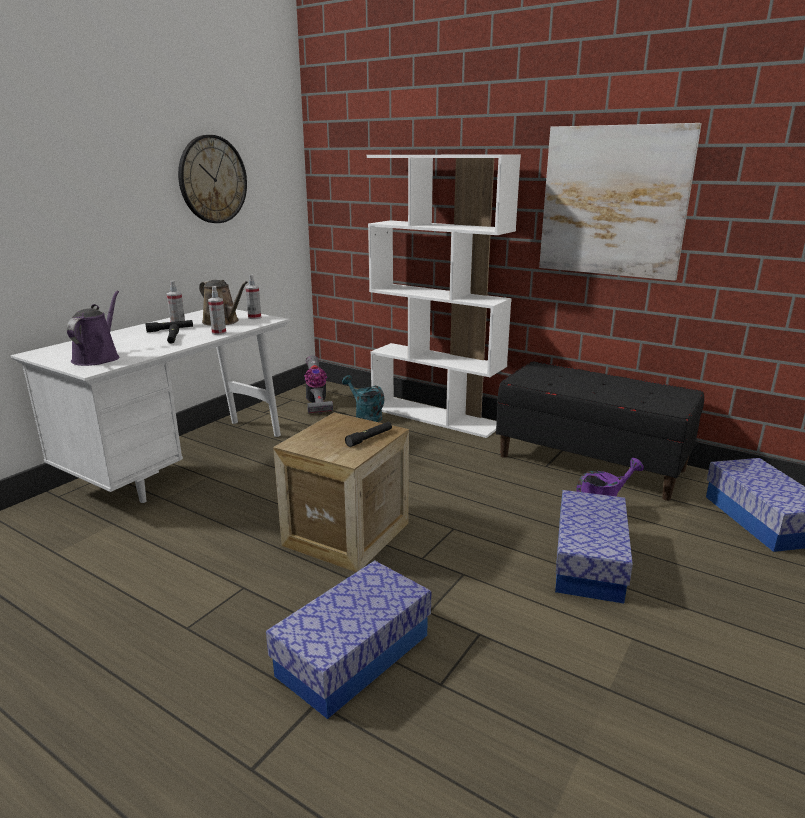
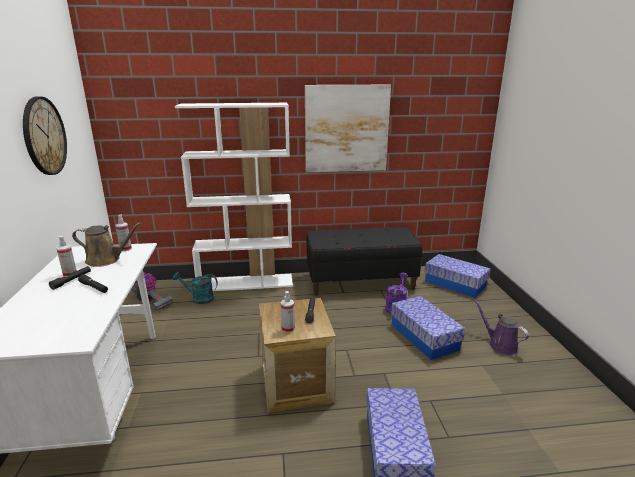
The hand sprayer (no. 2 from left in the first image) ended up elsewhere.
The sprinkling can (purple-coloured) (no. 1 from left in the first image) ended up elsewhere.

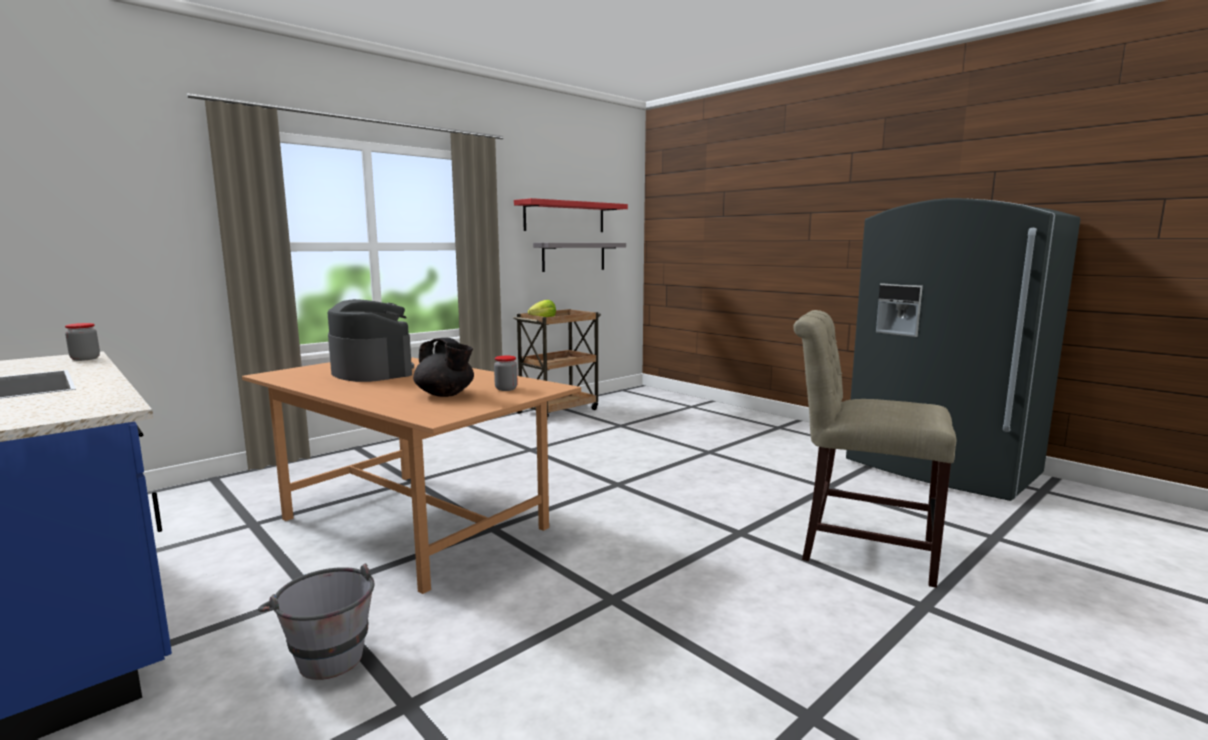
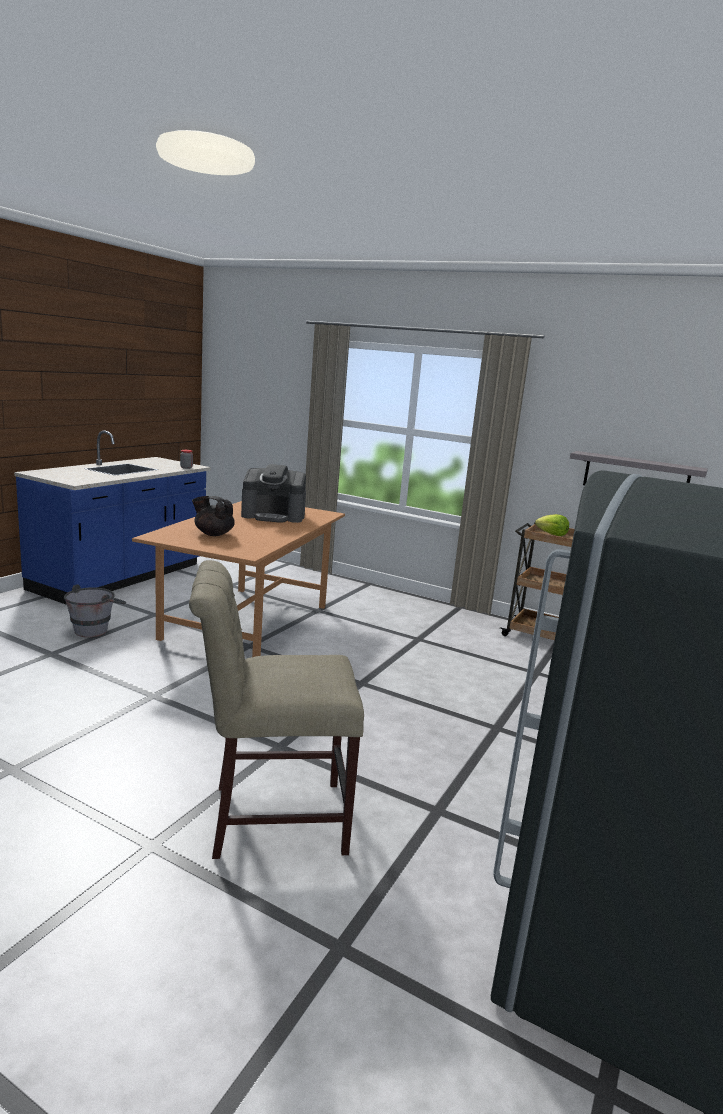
The second view lost the bracket shelf (red).
The coffee machine ended up facing another way, 60 degrees clockwise from before.
The chair (beige) ended up facing another way, 105 degrees counterclockwise from before.
The pot for tea (black) ended up facing another way, 90 degrees clockwise from before.
The second view lost the jar (no. 2 from left).

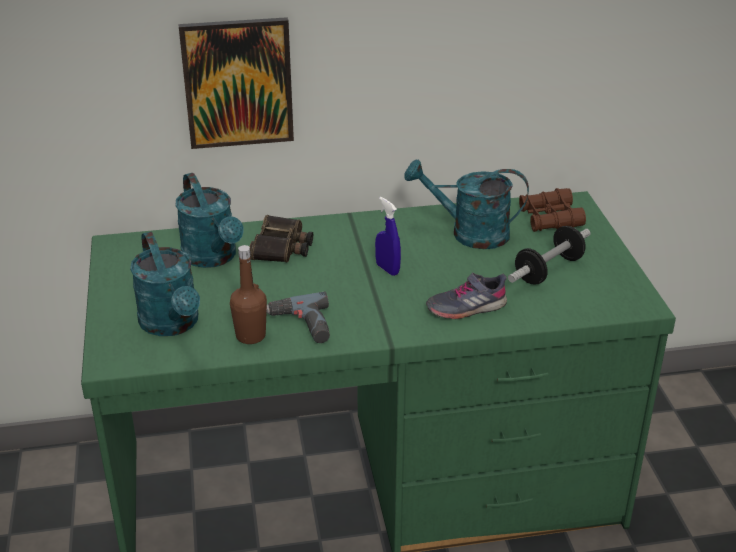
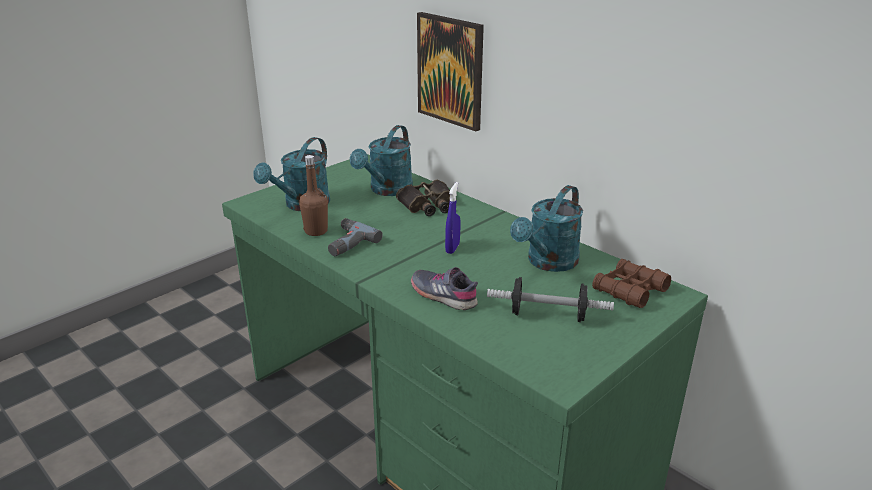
The sprinkling can (turquoise-coloured) (no. 3 from left) ended up facing another way, 120 degrees counterclockwise from before.

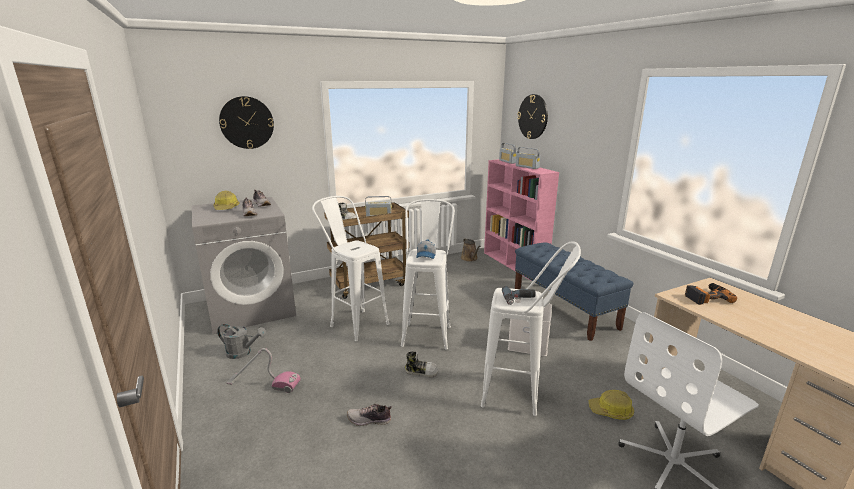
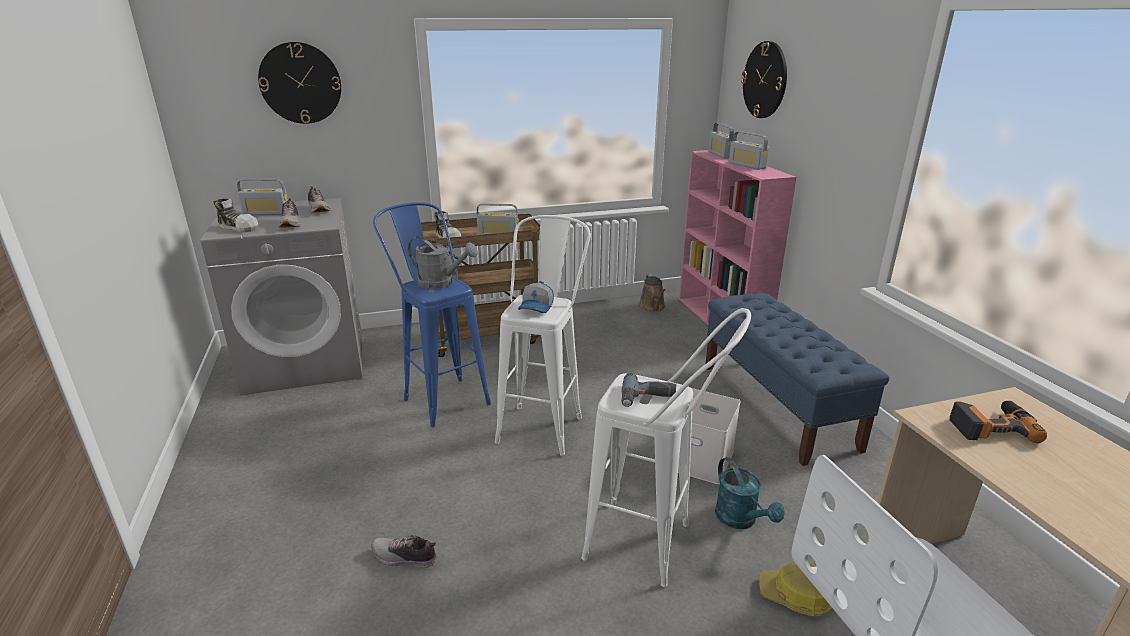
Where the work helmet (no. 1 from left) stood, the radio (no. 1 from left) came to stand.
What was the sitting stool (whitish) (no. 1 from left) turned into the sitting stool (blue).
The sprinkling can (gray) ended up elsewhere.
The second view lost the vacuum.
The item of footwear (no. 5 from left in the first image) ended up elsewhere.
The second view gained the sprinkling can (turquoise-coloured).

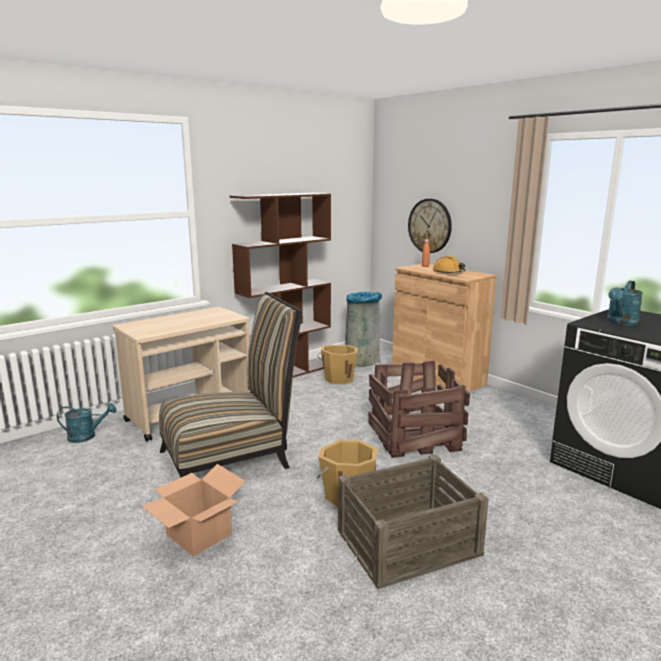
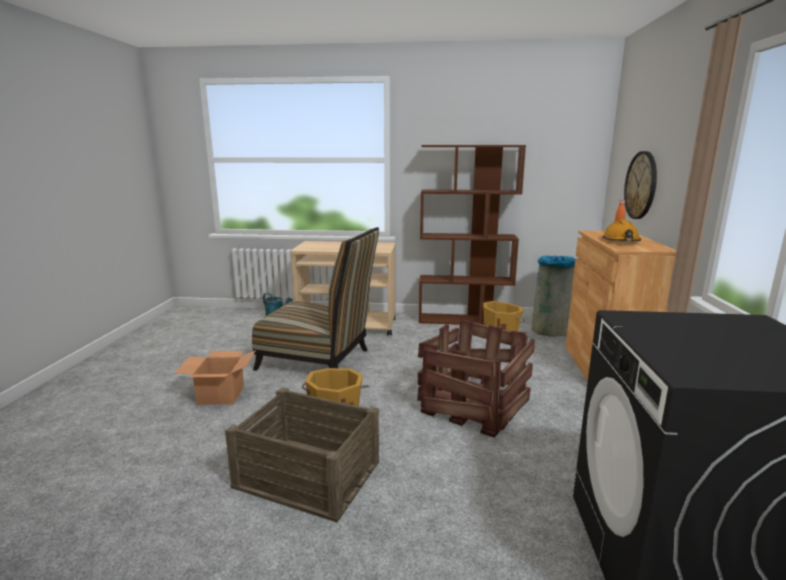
The second view lost the sprinkling can (turquoise-coloured) (no. 2 from left).

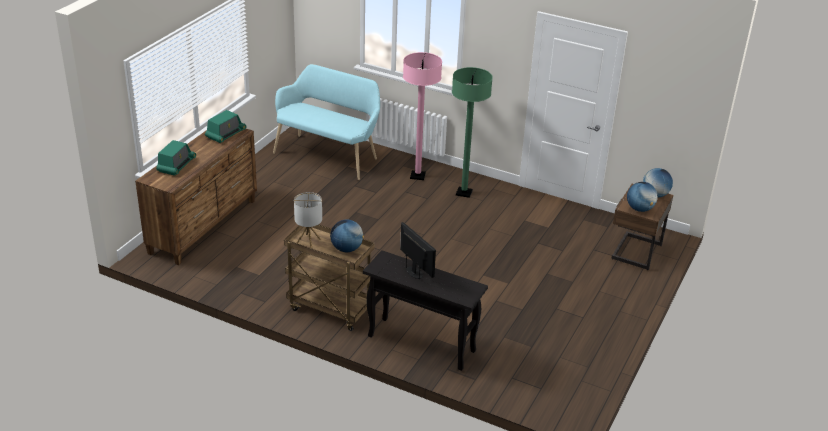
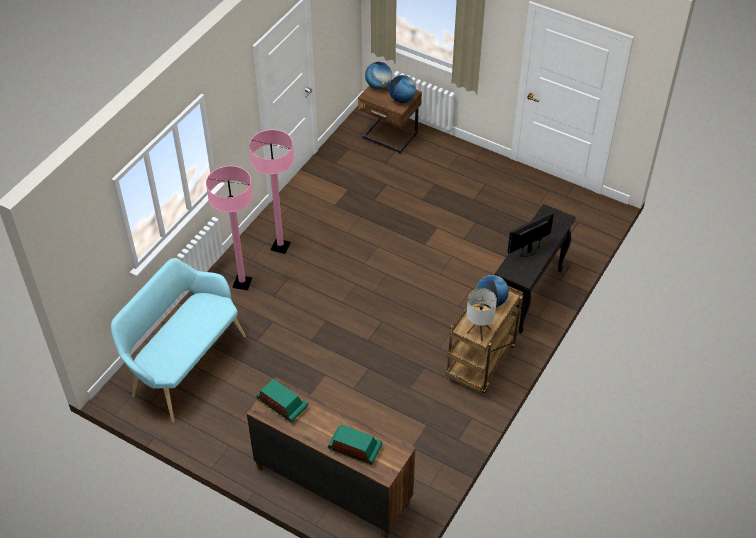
What was the standard lamp (green) turned into the standard lamp (pink) (no. 2 from left).

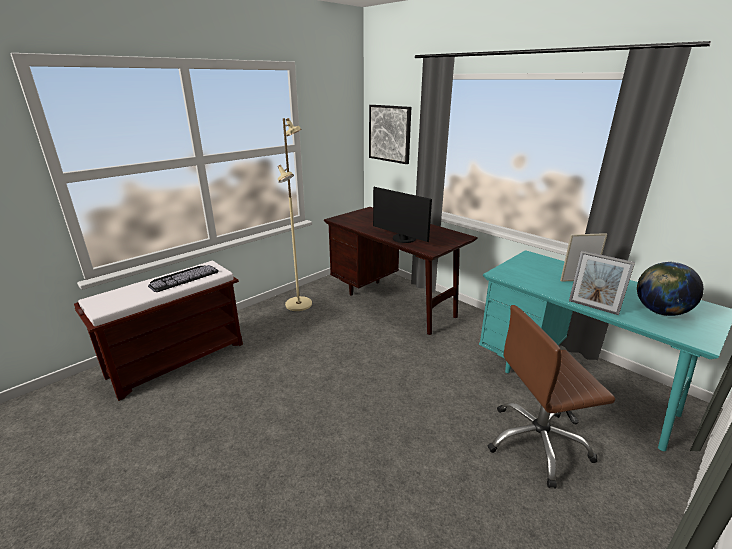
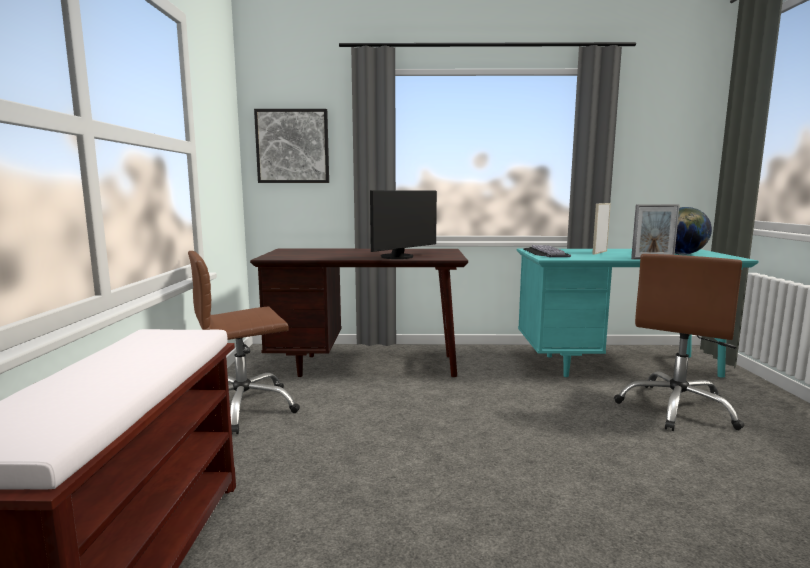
Where the standard lamp (beige) stood, the computer chair (brownish) (no. 1 from left) came to stand.
The monitor ended up facing another way, 45 degrees counterclockwise from before.
The computer keyboard ended up elsewhere.

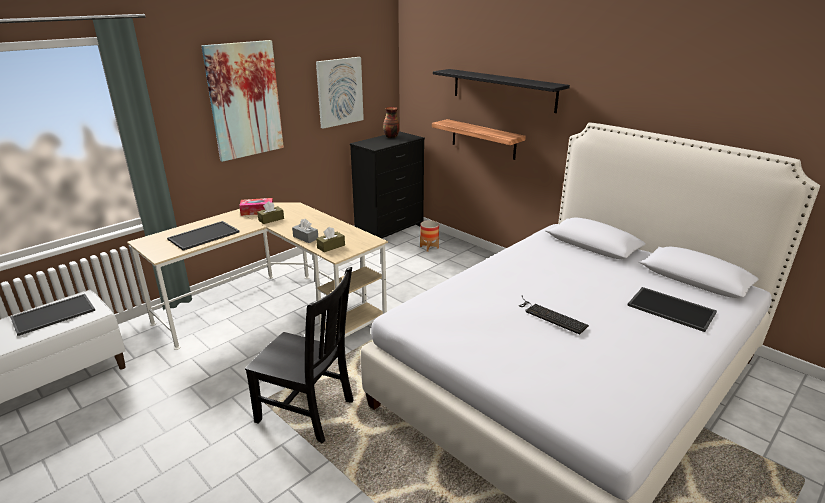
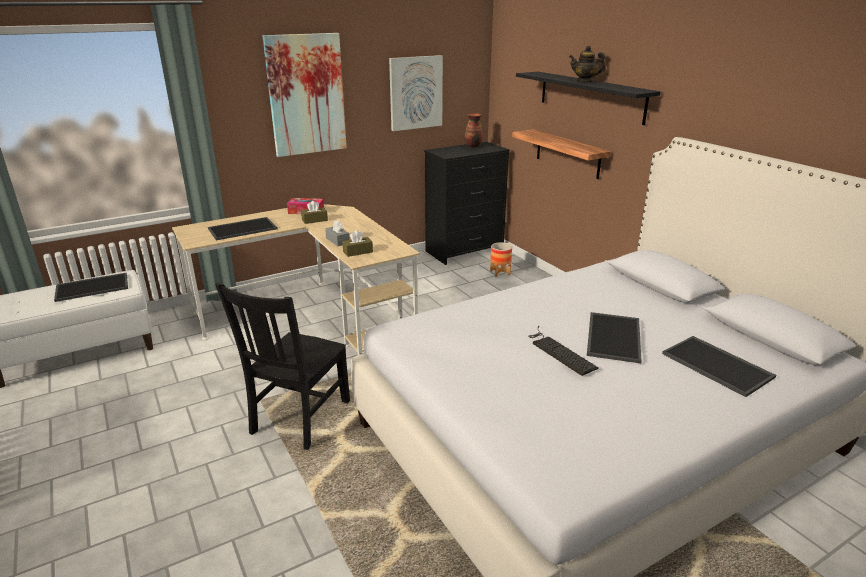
The chair (black) ended up facing another way, 75 degrees clockwise from before.
The second view gained the pot for tea.
The second view gained the tray (no. 3 from left).

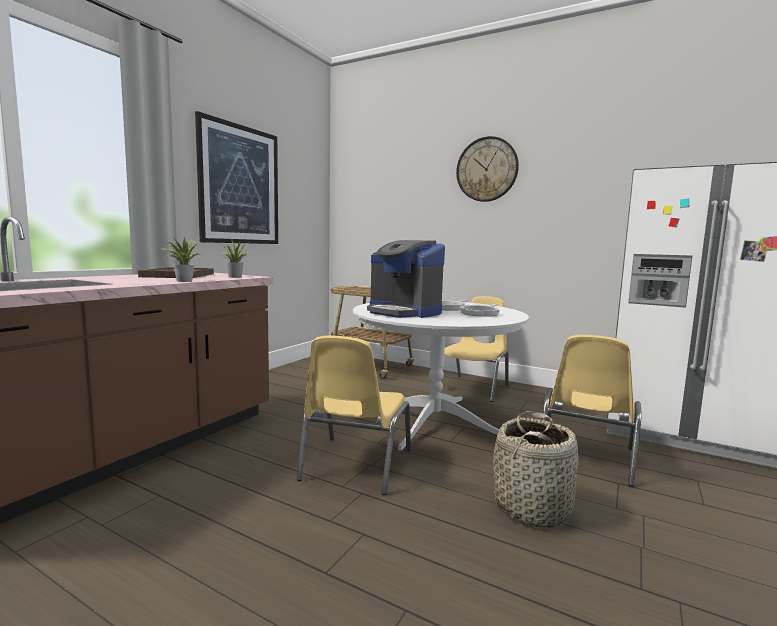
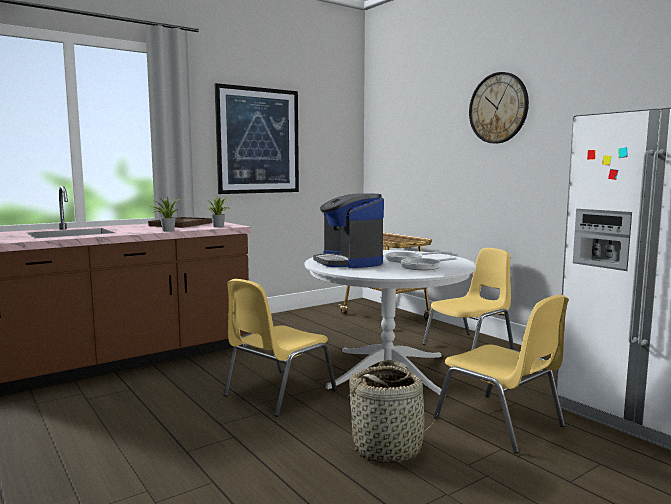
The chair (yellow-coloured) (no. 3 from left) ended up facing another way, 90 degrees counterclockwise from before.

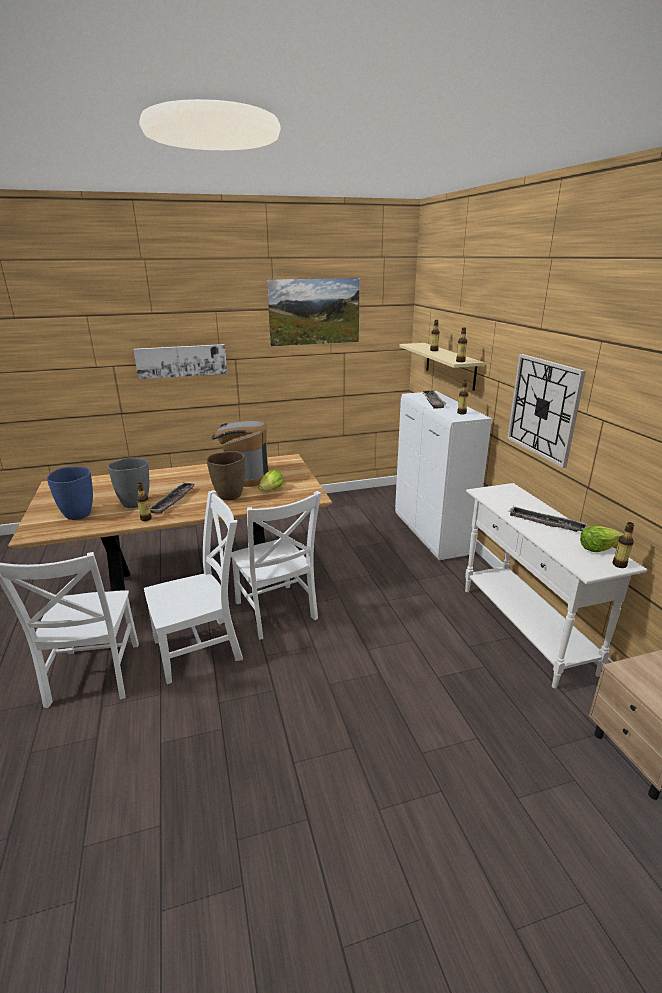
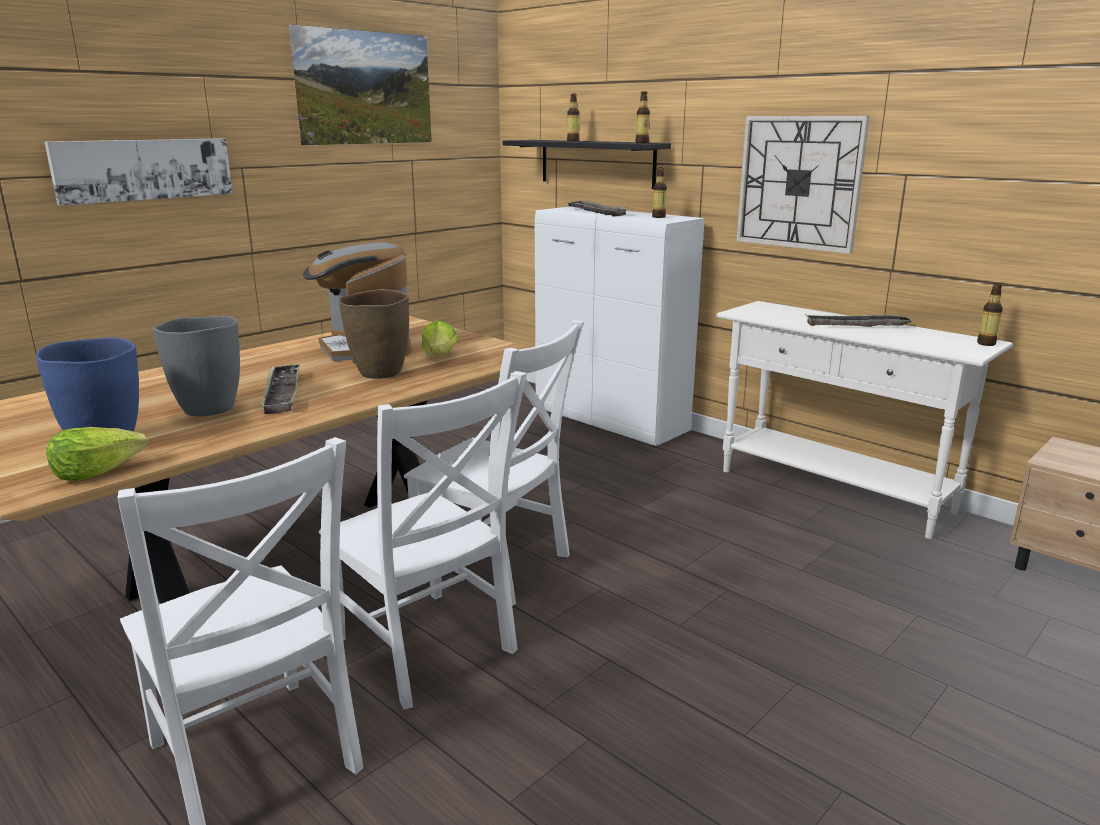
What was the bracket shelf (beige) turned into the bracket shelf (black).
The second view lost the beverage bottle (no. 1 from left).
The chair (whitish) (no. 2 from left) ended up facing another way, 105 degrees clockwise from before.
The head of lettuce (no. 2 from left in the first image) ended up elsewhere.

